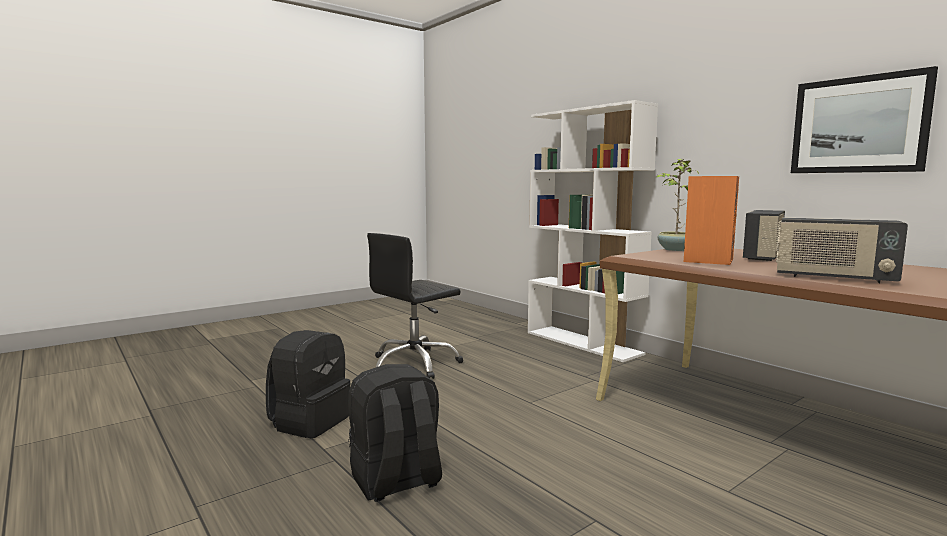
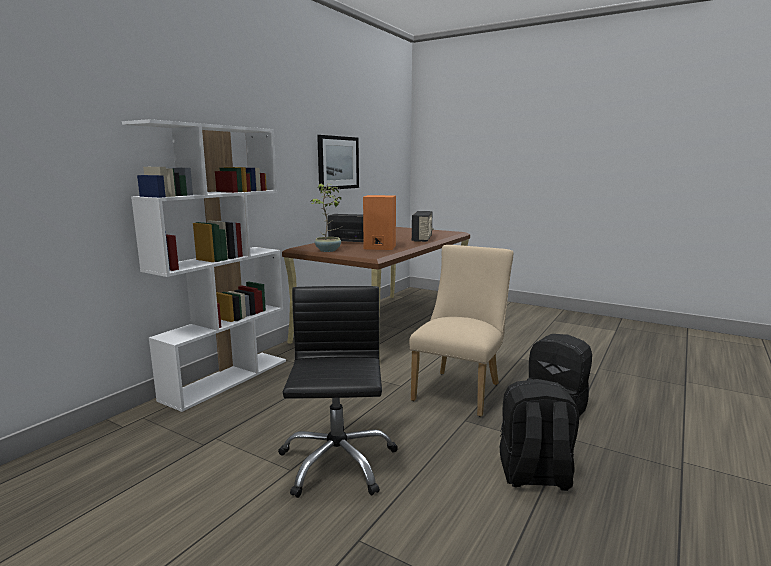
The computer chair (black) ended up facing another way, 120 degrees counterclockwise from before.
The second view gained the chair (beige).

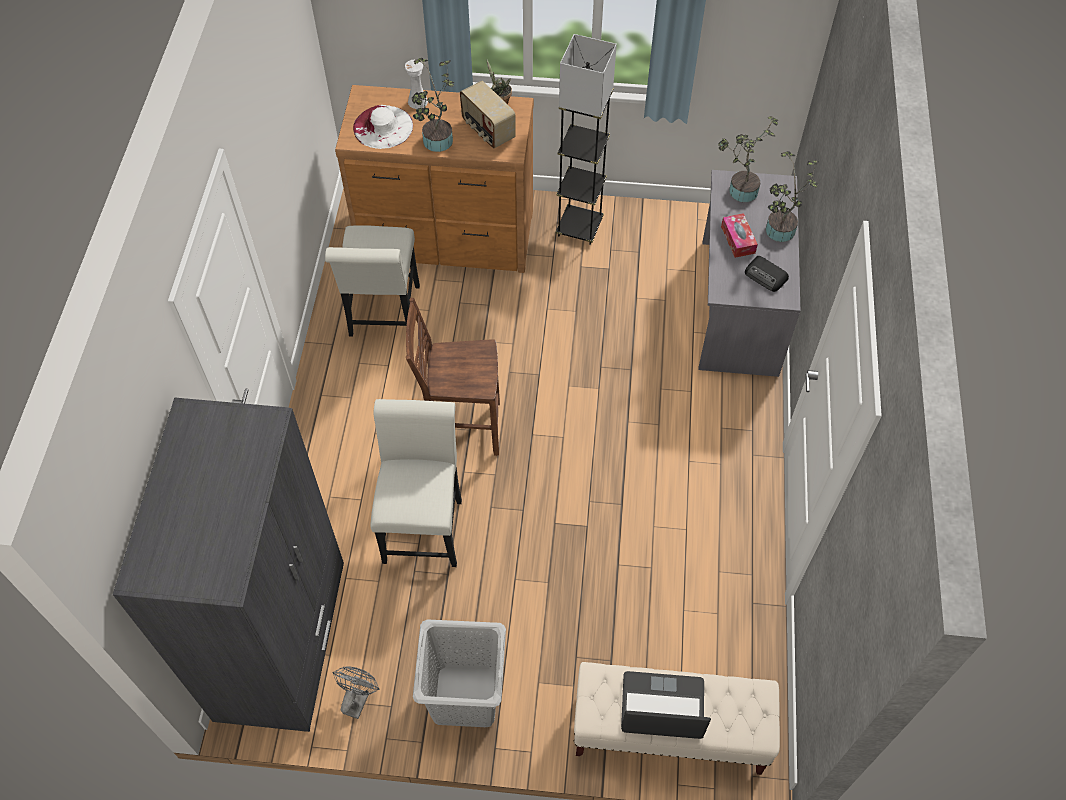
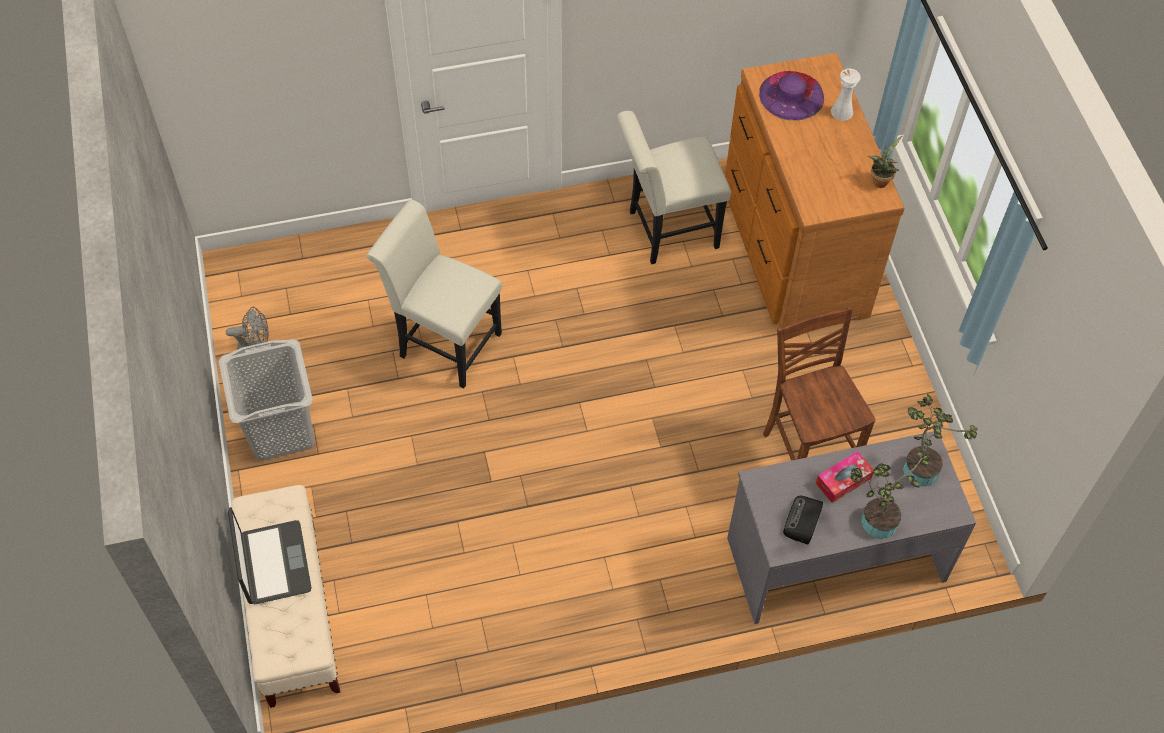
The second view lost the standard lamp (gray).
The second view lost the houseplant (no. 1 from left).
The second view lost the radio (no. 1 from left).
What was the clothing hat (whitish) turned into the clothing hat (purple-coloured).
The chair (brownish) ended up elsewhere.
The second view lost the clothes cupboard (gray).
The chair (whitish) (no. 2 from left in the first image) ended up facing another way, 135 degrees counterclockwise from before.

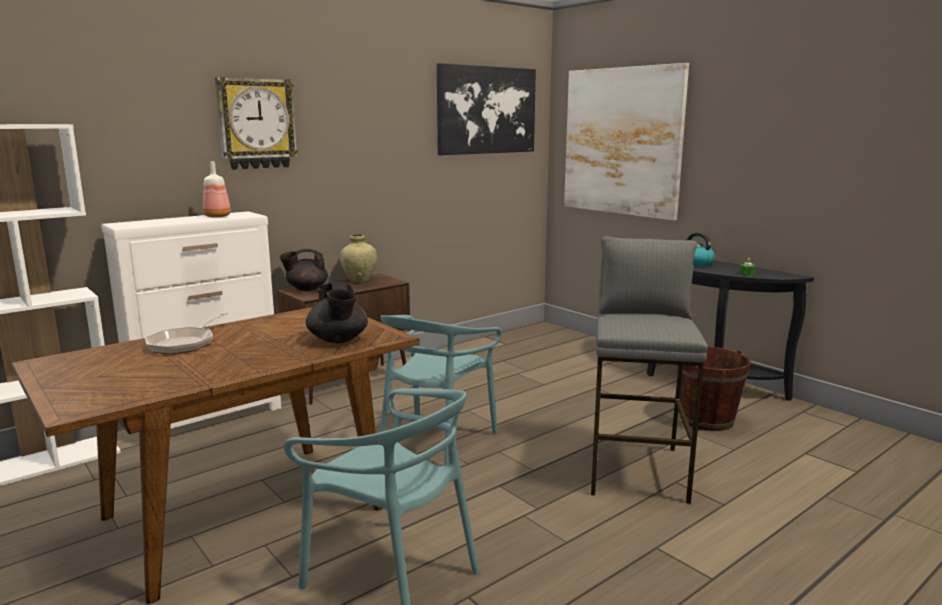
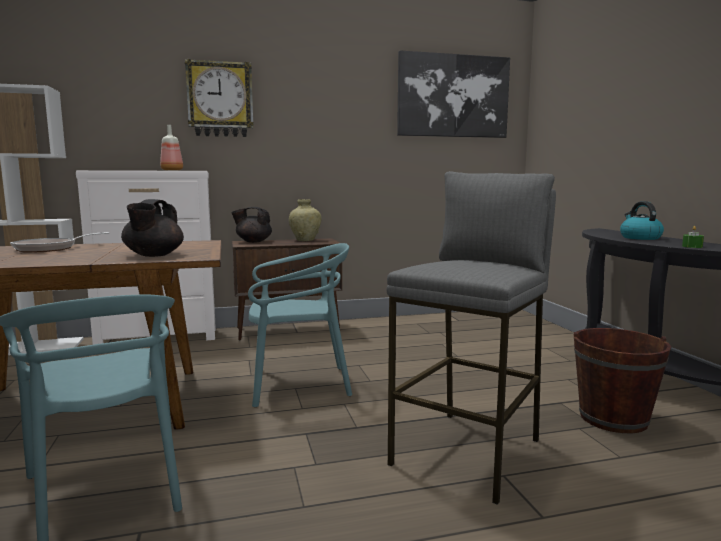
The second view lost the wall art (no. 2 from left).
The chair (turquoise-coloured) (no. 2 from left) ended up facing another way, 150 degrees counterclockwise from before.

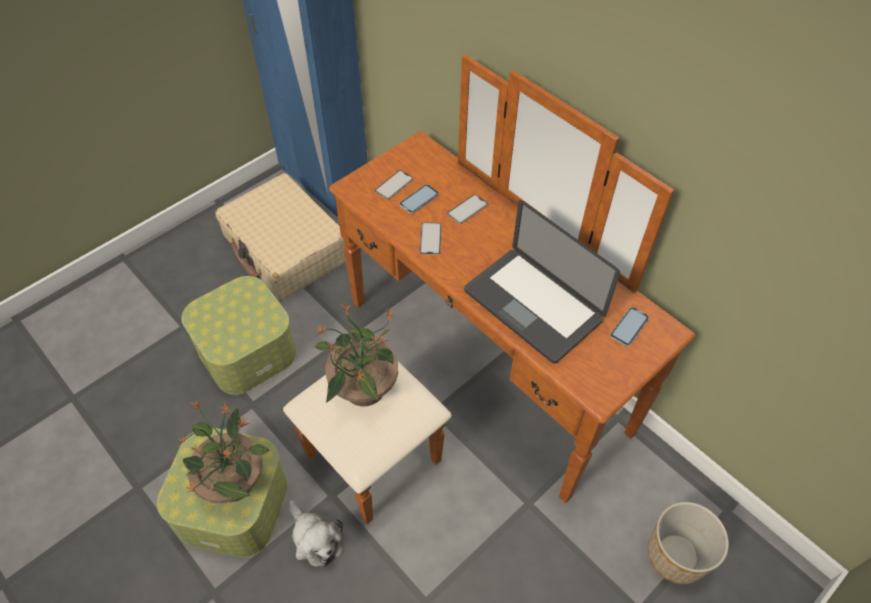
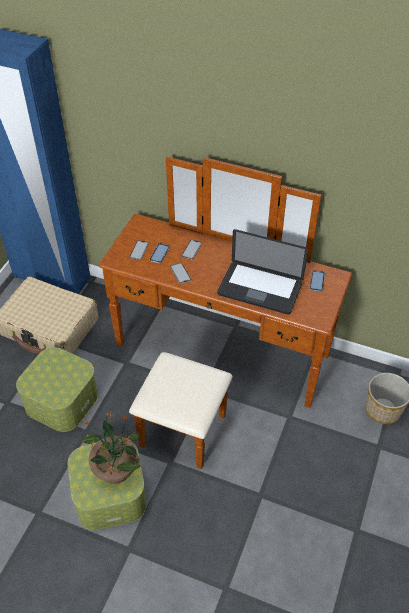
The second view lost the houseplant (no. 2 from left).
The second view lost the soft toy.

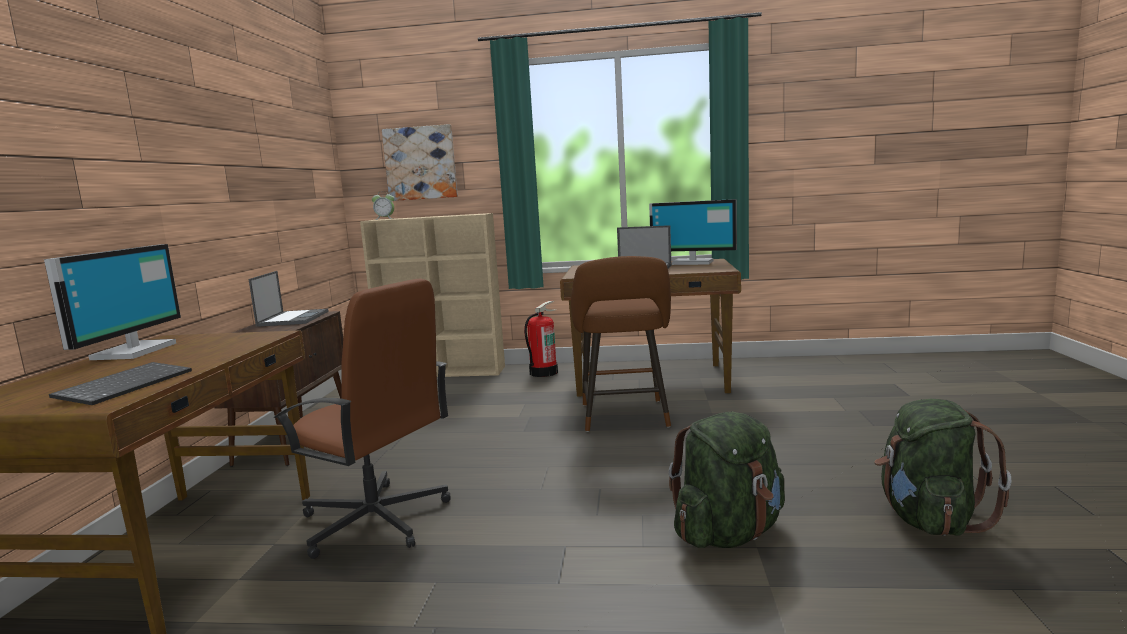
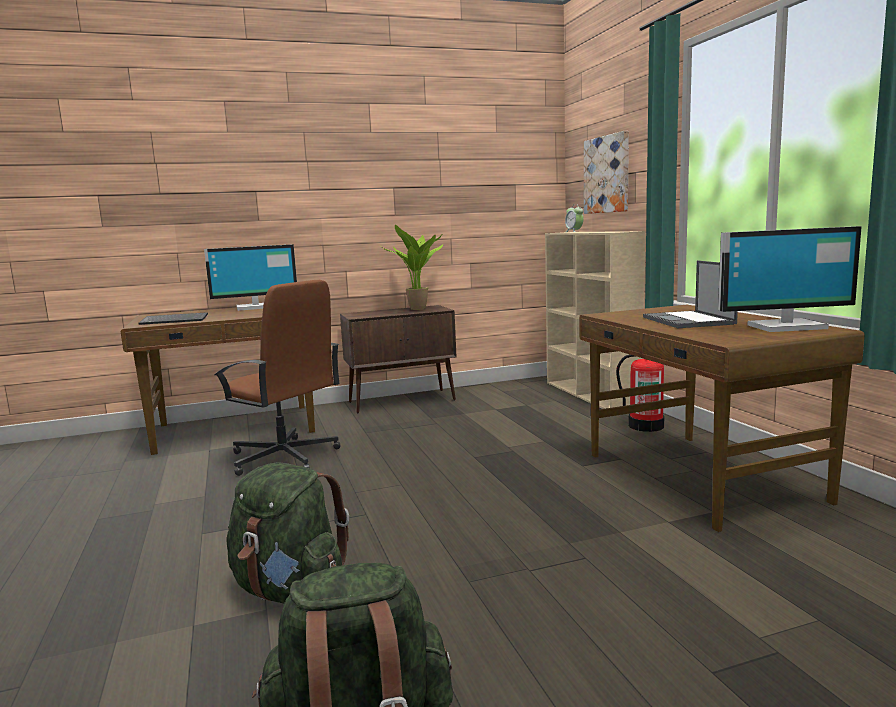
The monitor (no. 2 from left) ended up facing another way, 90 degrees counterclockwise from before.
The second view lost the sitting stool (brownish).
Where the notebook computer (no. 1 from left) stood, the houseplant came to stand.
The computer chair (brownish) ended up facing another way, 60 degrees counterclockwise from before.

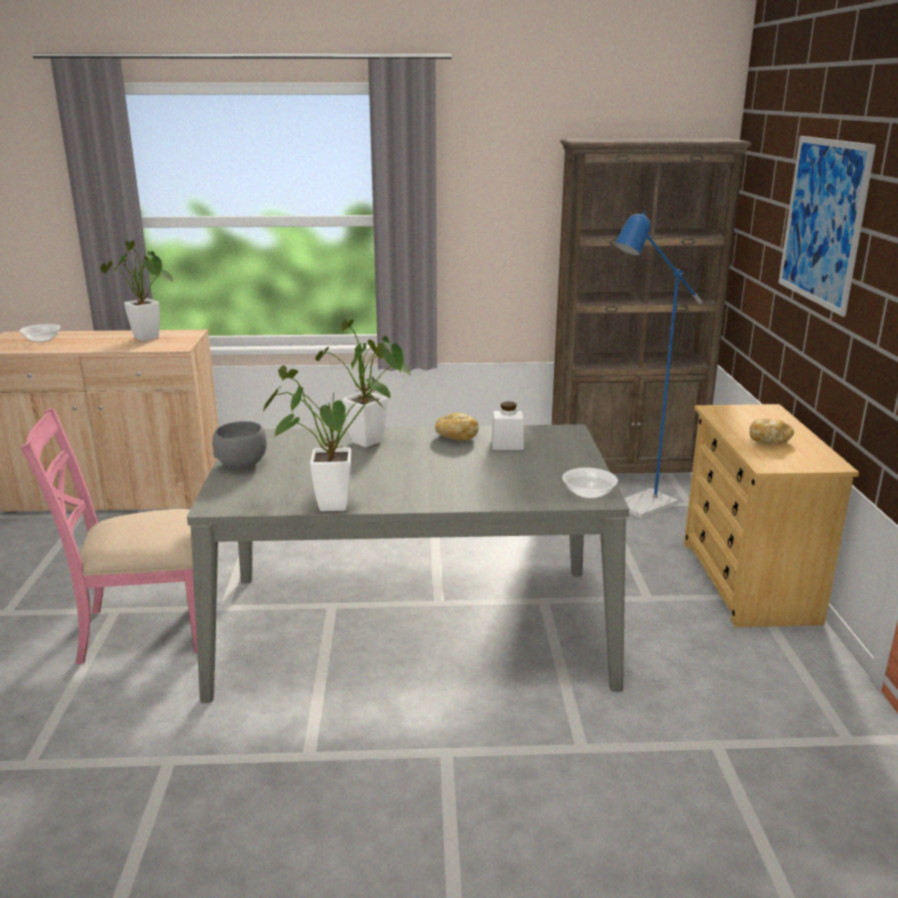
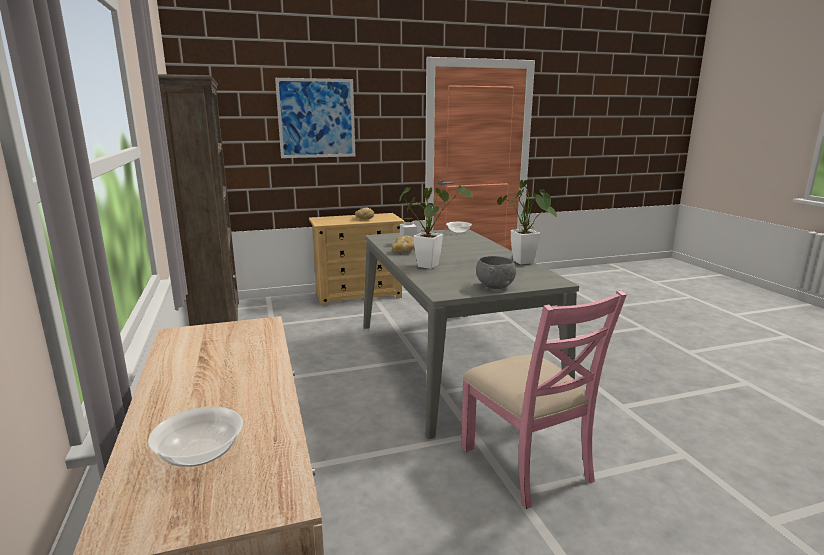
The second view lost the standard lamp (blue).
The second view lost the houseplant (no. 1 from left).

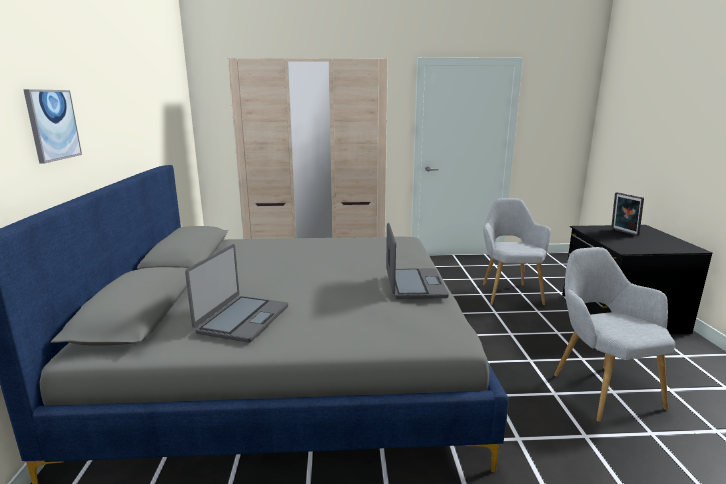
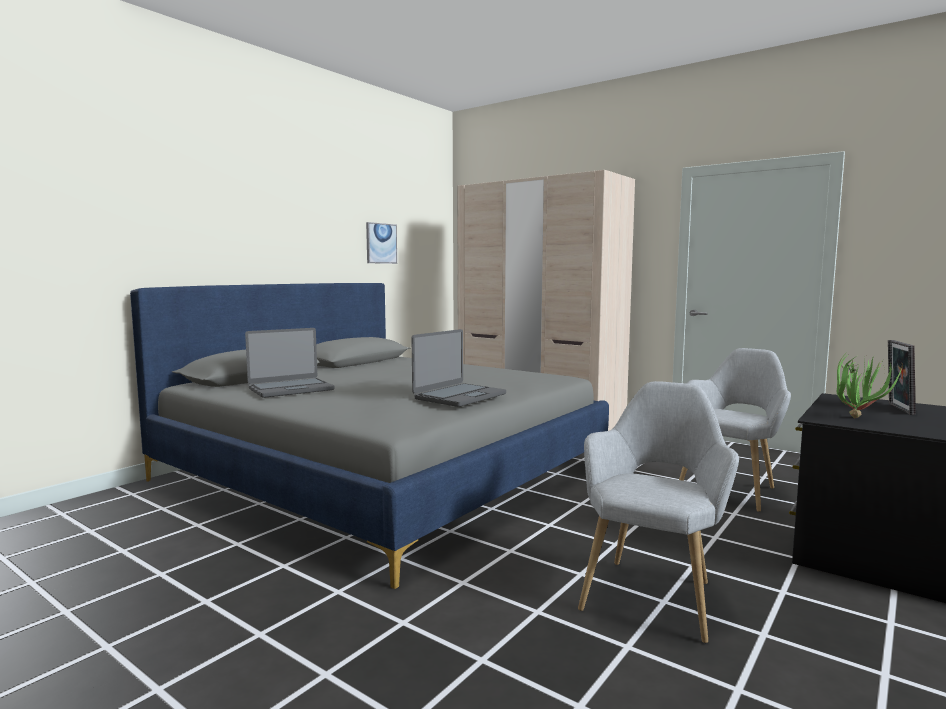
The wall art ended up elsewhere.
The second view gained the houseplant.

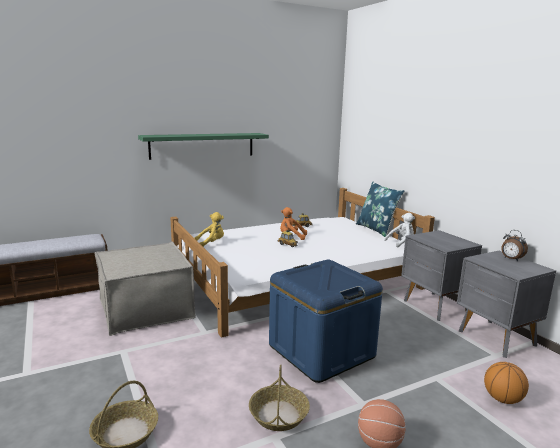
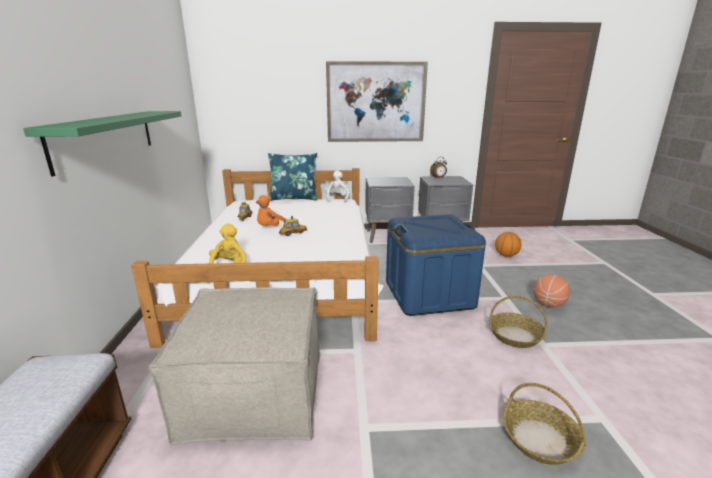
The second view gained the wall art.

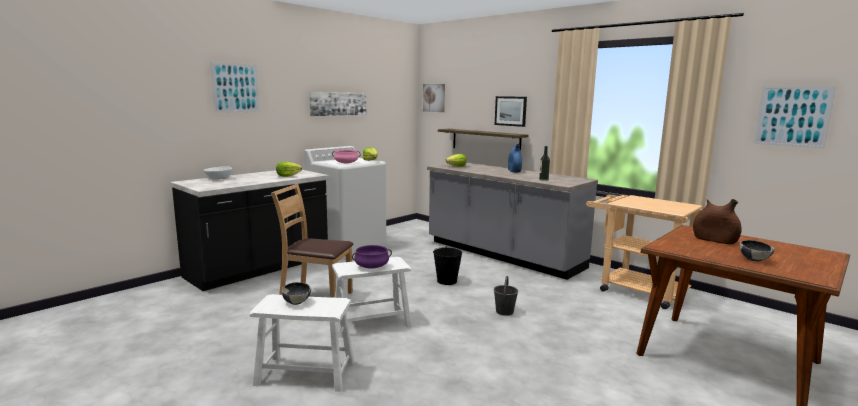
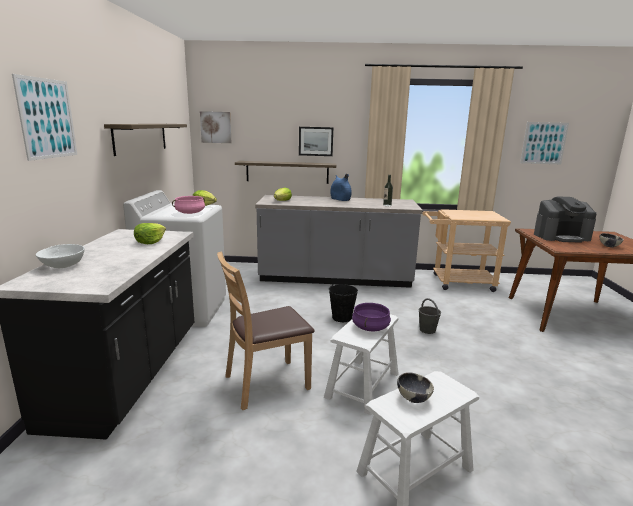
Where the wall art (no. 2 from left) hung, the bracket shelf (no. 1 from left) came to hang.
Where the decorative vase (brownish) stood, the coffee machine came to stand.

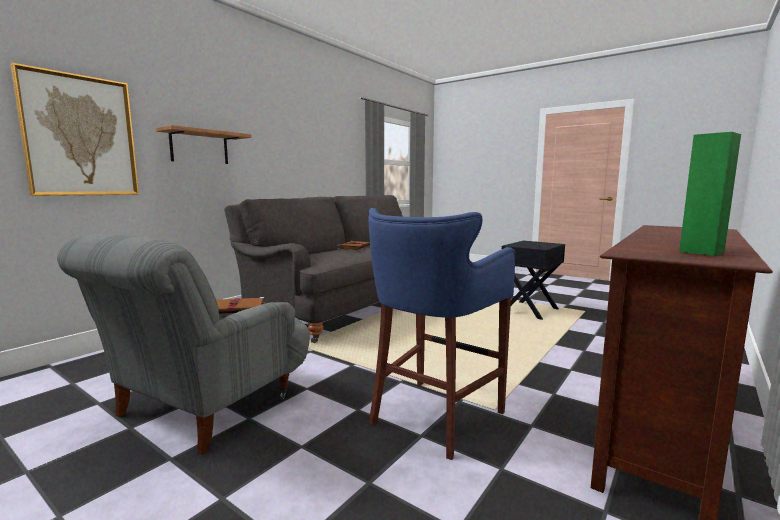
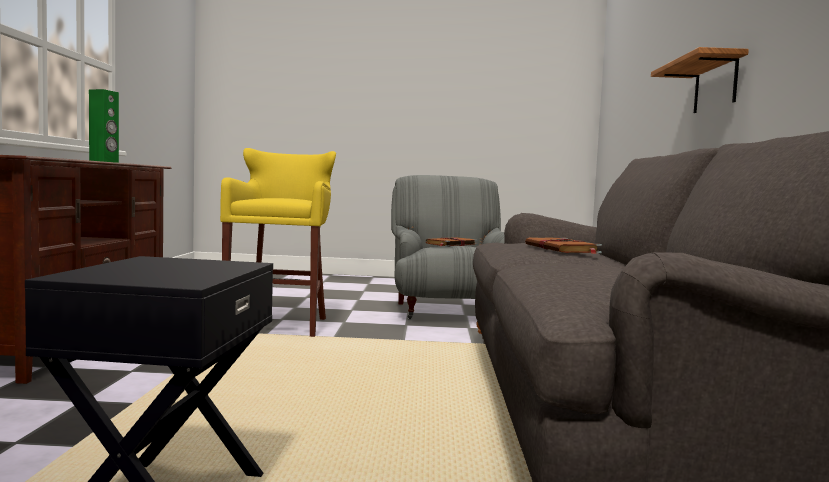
The second view lost the wall art.
What was the sitting stool (blue) turned into the sitting stool (yellow-coloured).

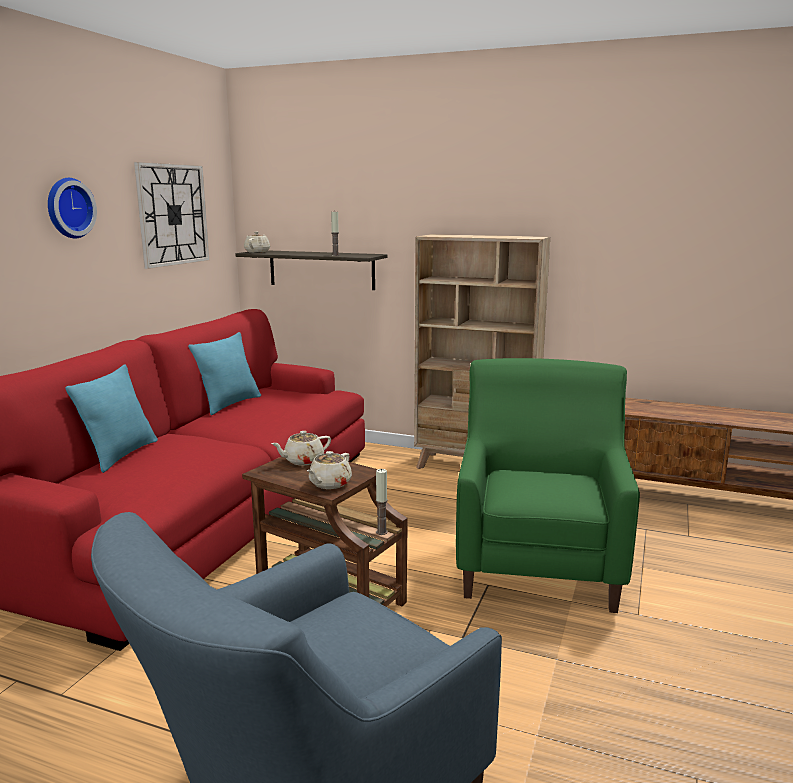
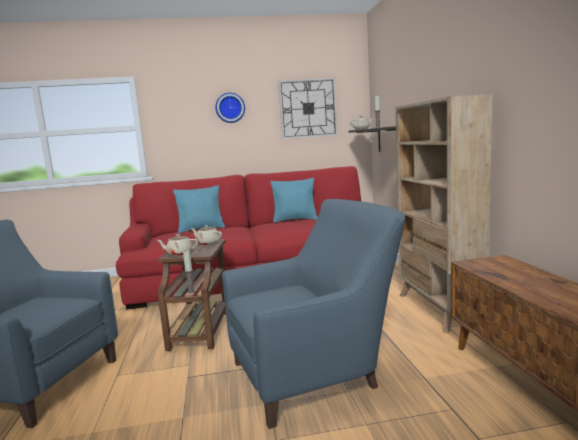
What was the armchair (green) turned into the armchair (blue) (no. 2 from left).

